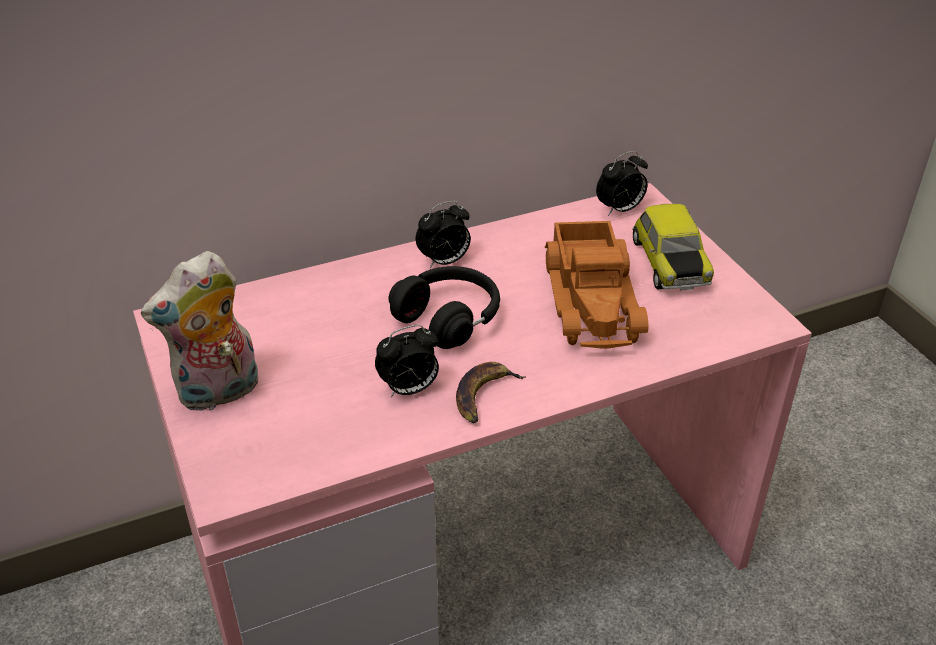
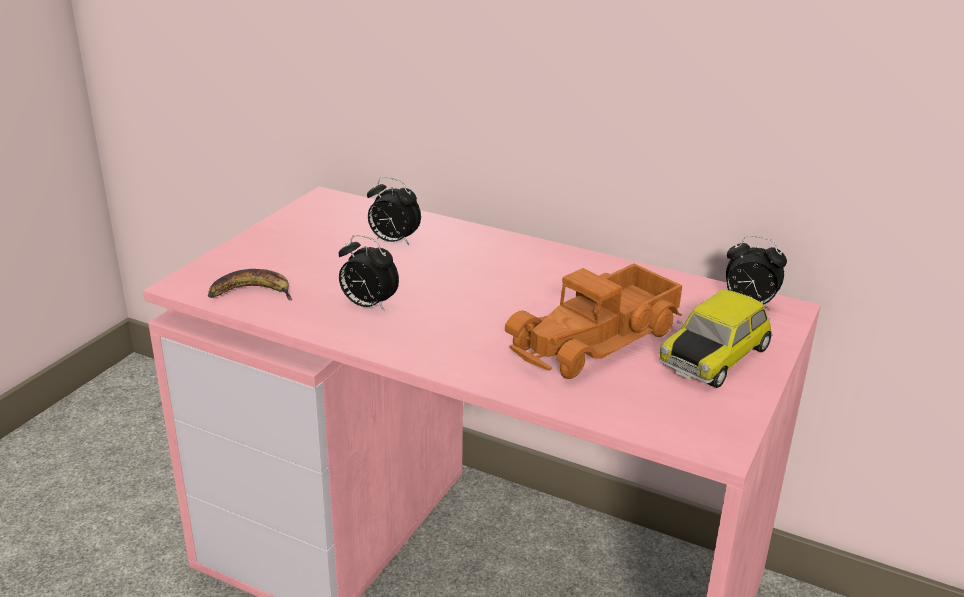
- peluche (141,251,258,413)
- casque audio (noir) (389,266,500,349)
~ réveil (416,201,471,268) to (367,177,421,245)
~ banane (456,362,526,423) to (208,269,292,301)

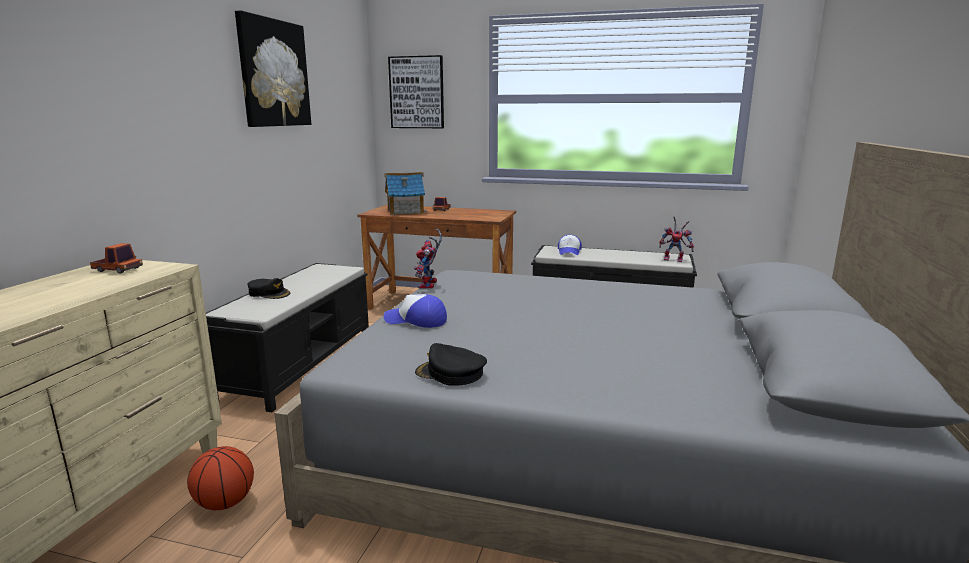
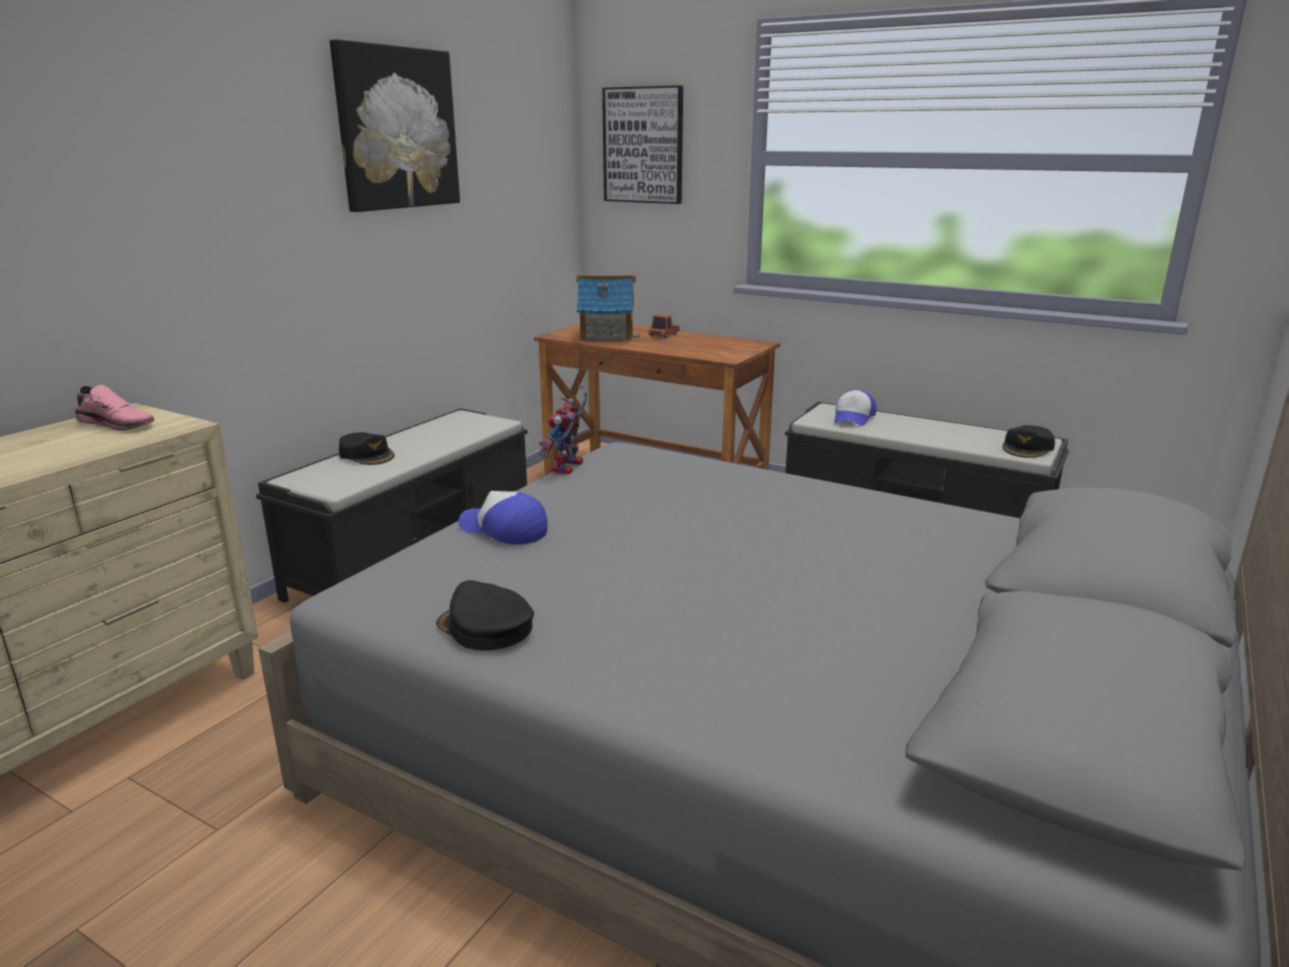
- ballon de basket (187,446,254,510)
~ camion jouet (90,243,143,274) to chaussure (rose) (75,385,154,431)
~ robot jouet (659,217,694,262) to casquette (noir) (1003,425,1055,458)

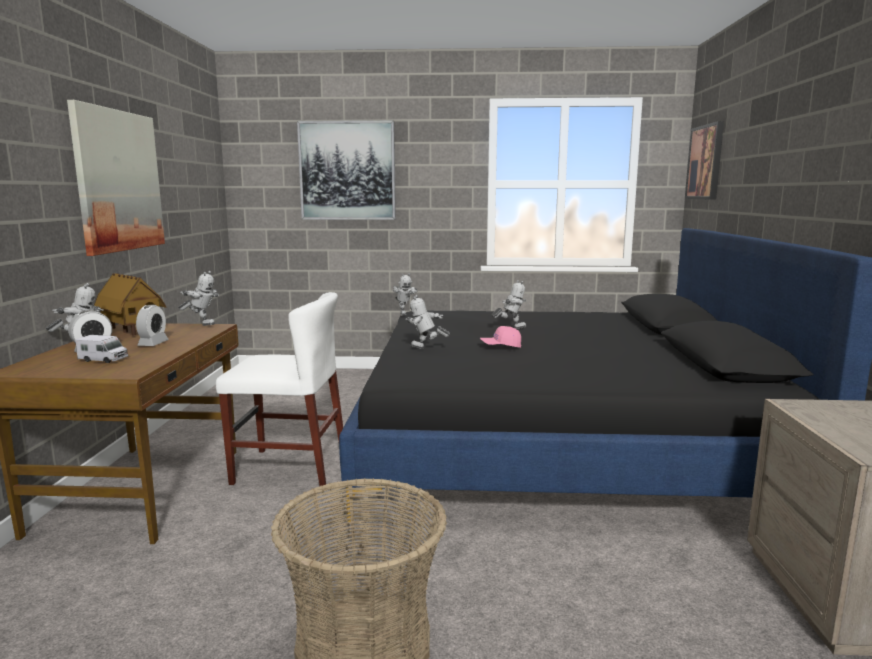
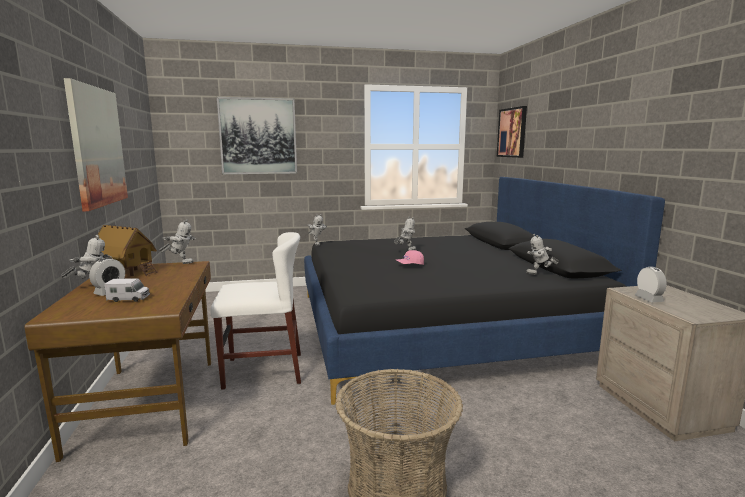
~ réveil (136,305,169,346) to (635,267,667,302)
~ robot jouet (405,295,450,349) to (526,234,559,275)

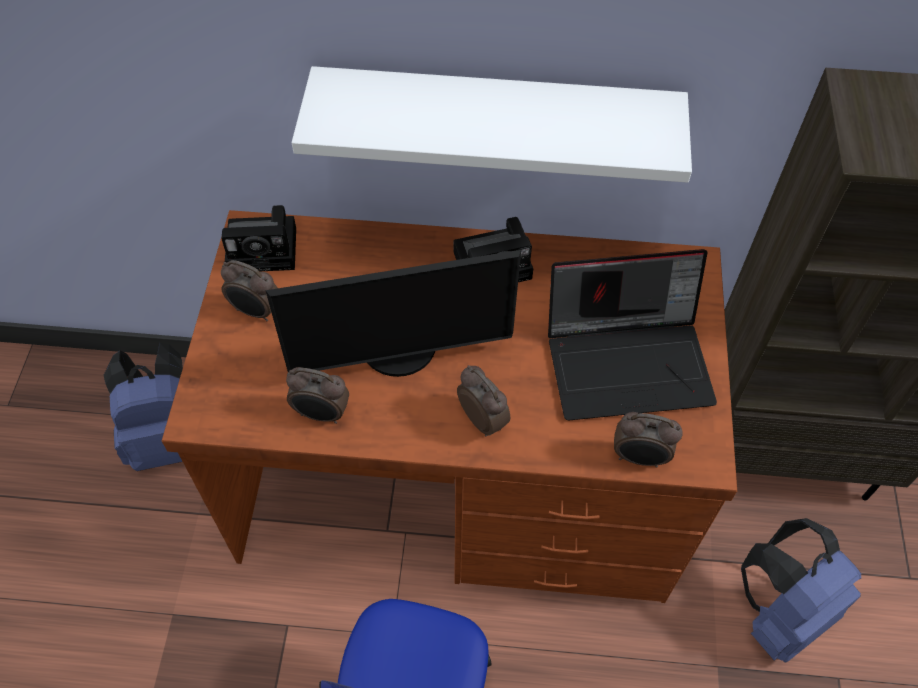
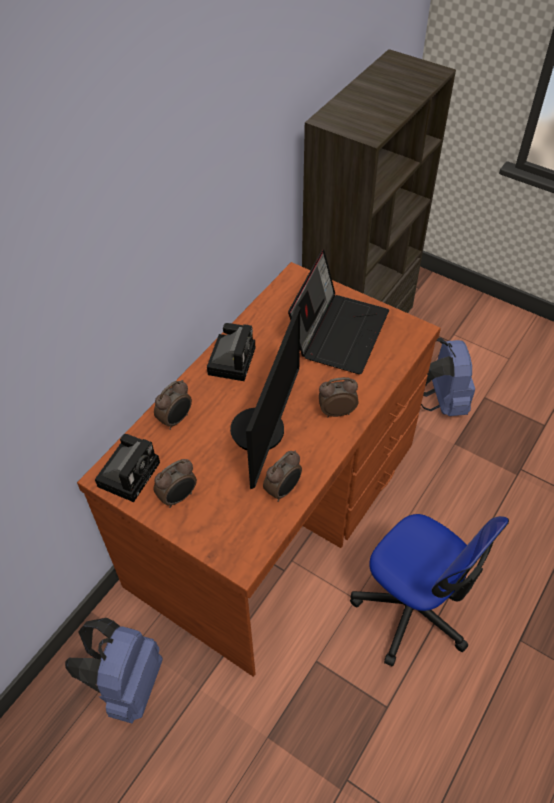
- étagère (blanc) (292,66,692,183)
~ réveil (614,412,683,468) to (154,380,192,430)

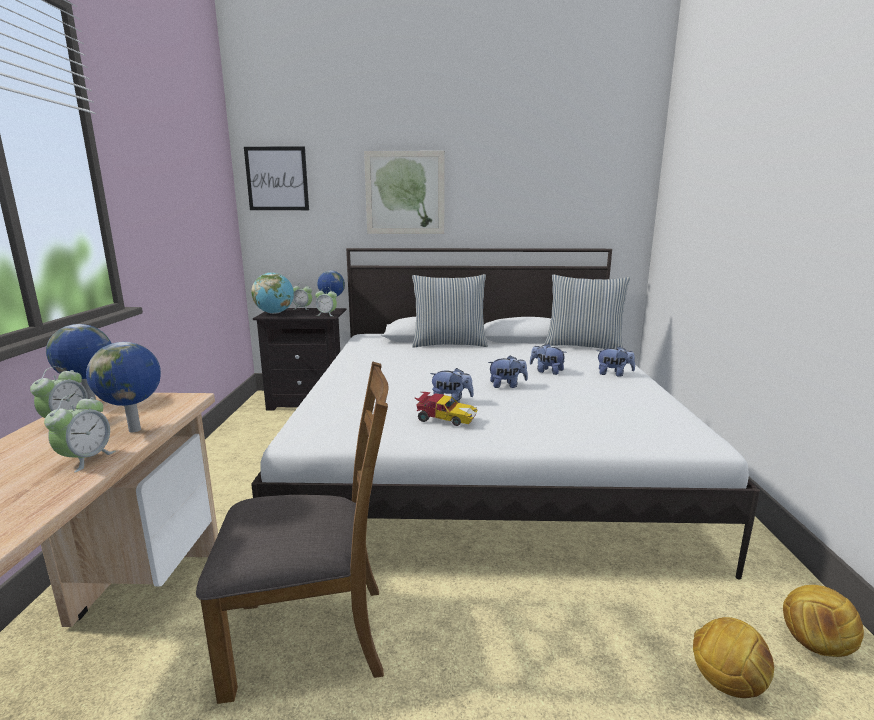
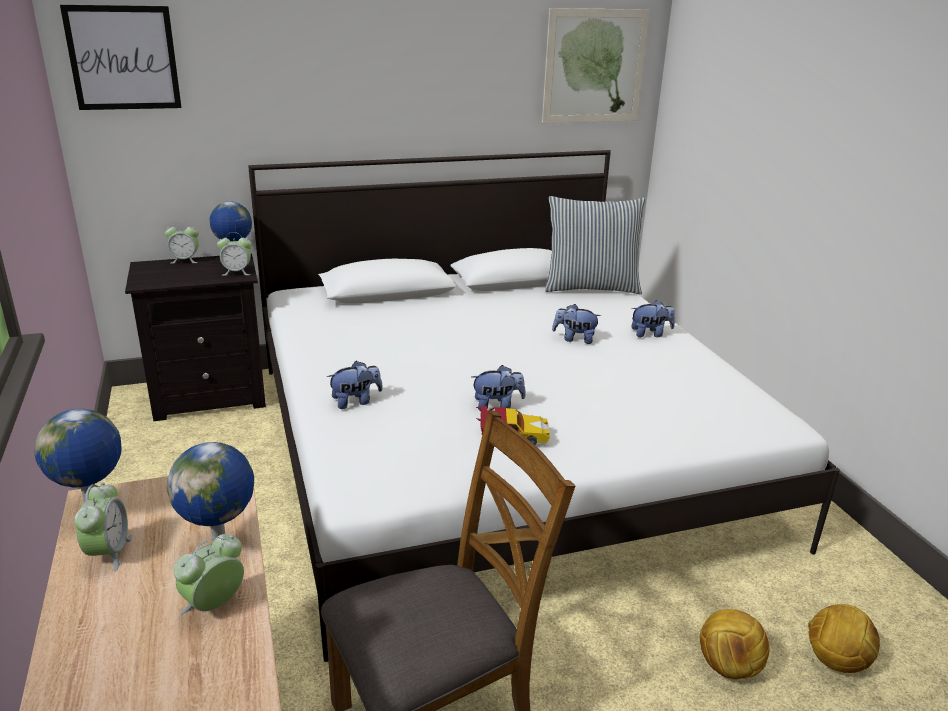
- globe (251,272,294,314)
- coussin (412,274,488,347)
~ tableau (364,151,445,234) to (542,8,650,124)
~ peluche (488,355,528,388) to (327,361,383,409)
~ ballon de foot (783,585,864,657) to (700,609,769,679)
~ réveil (44,394,116,472) = (173,534,244,614) 135 degrees counterclockwise

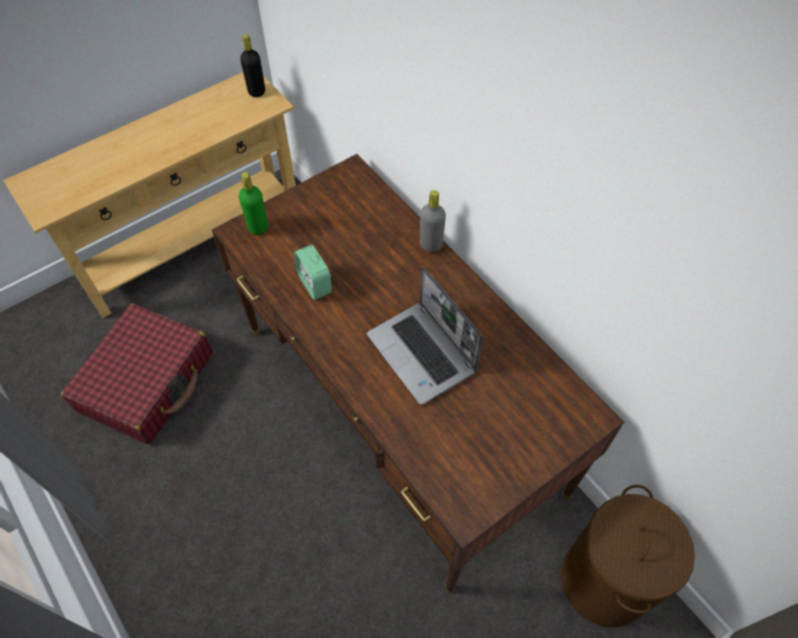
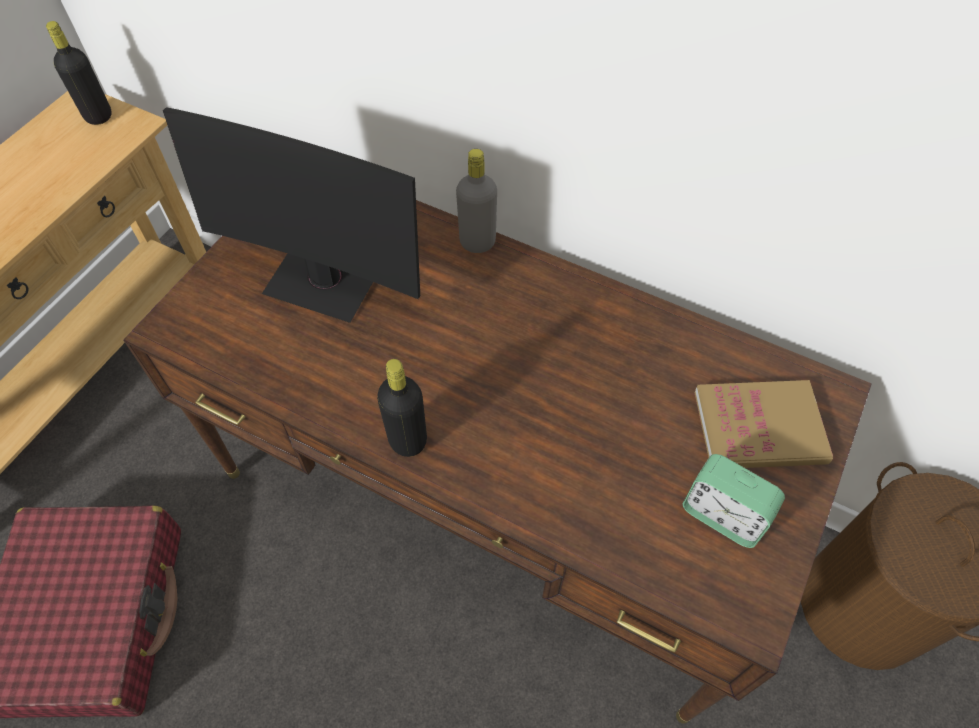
- bouteille (vert) (239,172,268,235)
- ordinateur portable (367,266,483,405)
+ écran d'ordinateur (163,107,420,323)
+ bouteille (noir) (377,359,427,457)
+ livre (694,380,833,468)
~ réveil (294,245,332,300) to (683,454,785,548)

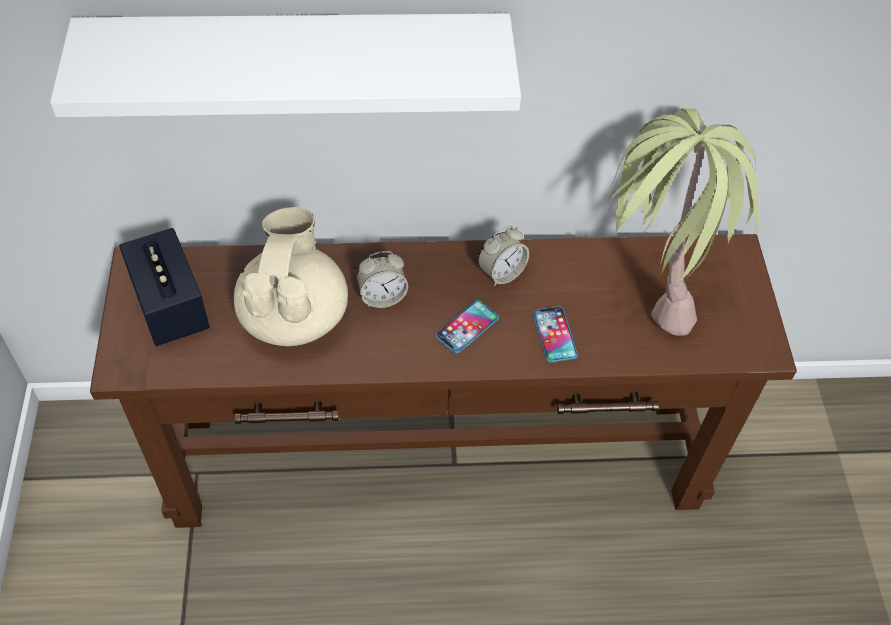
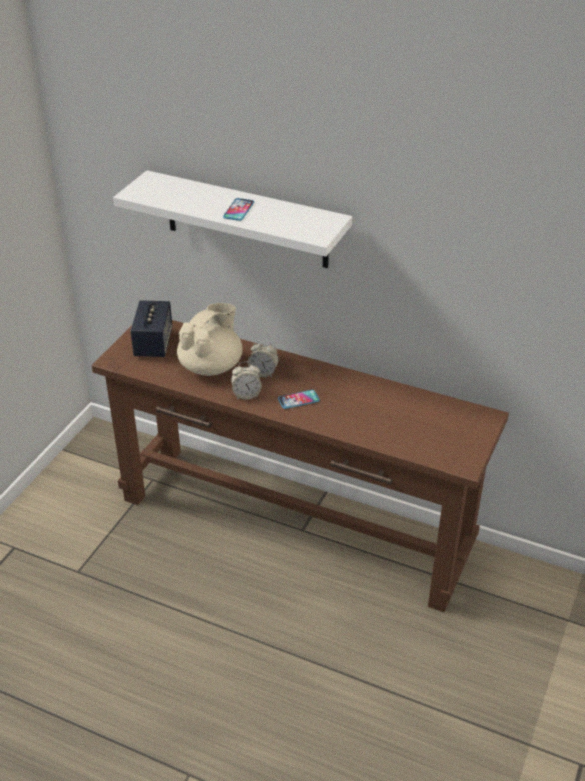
- plante en pot (605,108,759,336)
~ réveil (478,226,529,286) to (231,361,262,400)
~ téléphone (533,306,578,363) to (223,198,254,221)

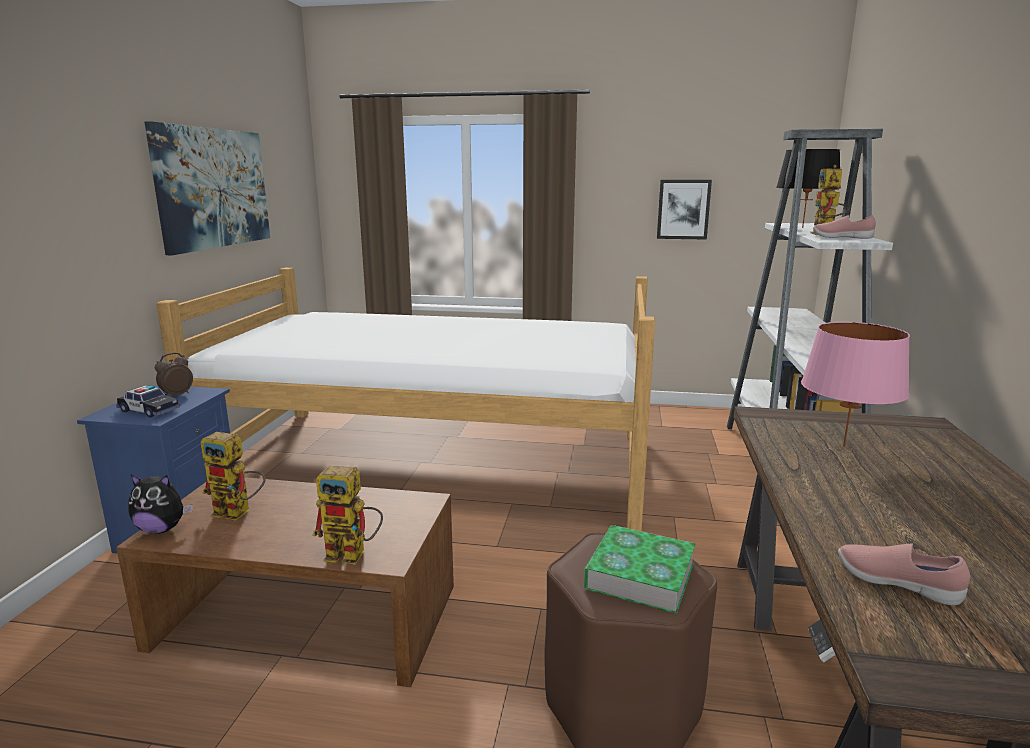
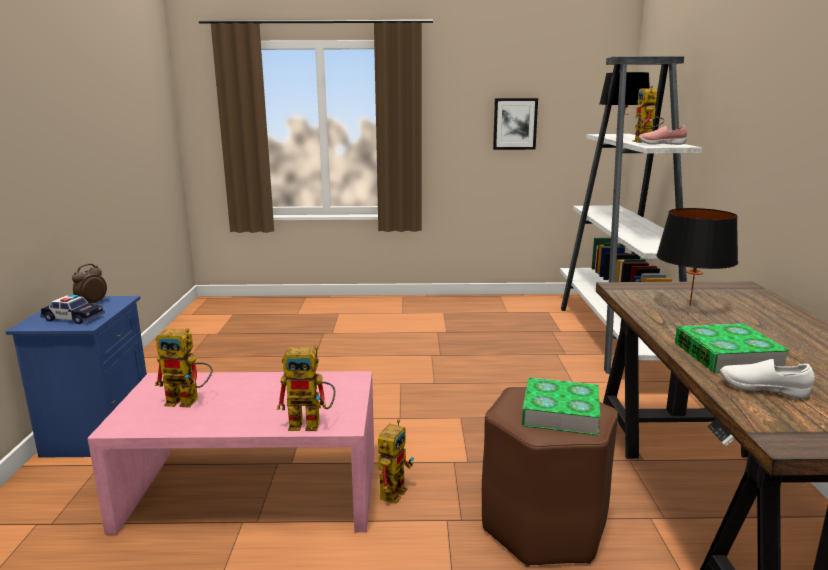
- peluche (128,474,193,534)
- tableau (145,121,270,255)
- lit (156,268,655,531)
+ robot jouet (378,419,414,504)
+ livre (675,324,790,373)
~ table basse (marron) (116,477,454,687) to table basse (rose) (87,371,374,535)
~ lampe de table (rose) (801,322,910,447) to lampe de table (noir) (656,208,738,306)
~ chaussure (rose) (838,544,970,605) to chaussure (blanc) (720,359,815,399)

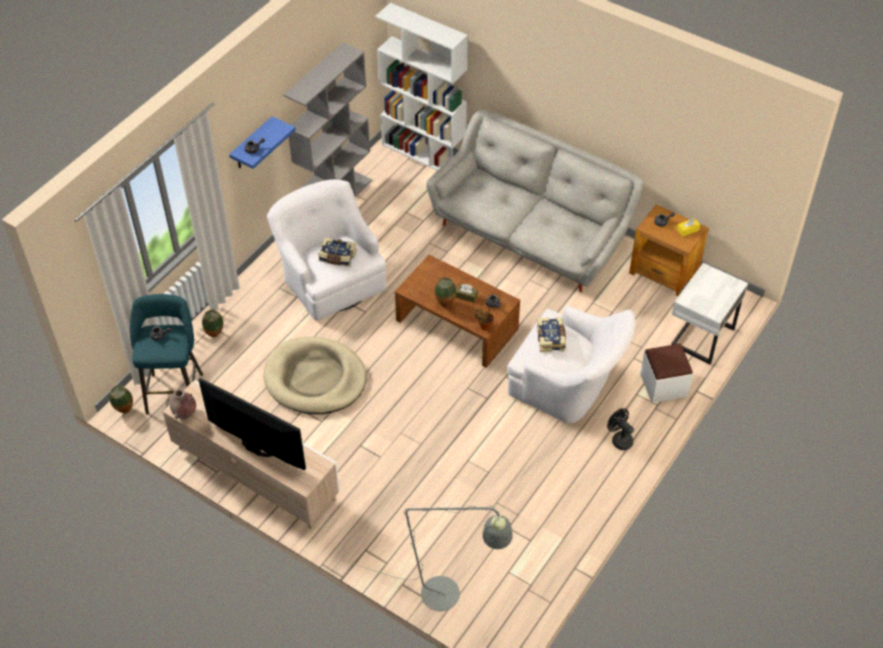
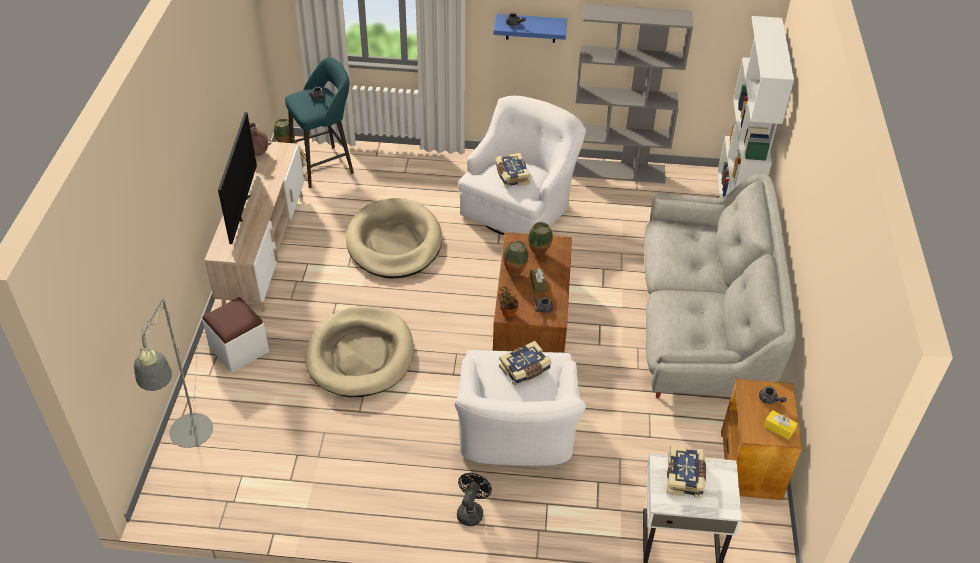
+ panier pour chien (beige) (305,306,414,397)
+ livre (667,445,706,498)
~ vase (202,309,223,337) to (528,222,553,256)
~ pouf (blanc) (640,344,693,403) to (202,297,269,372)

